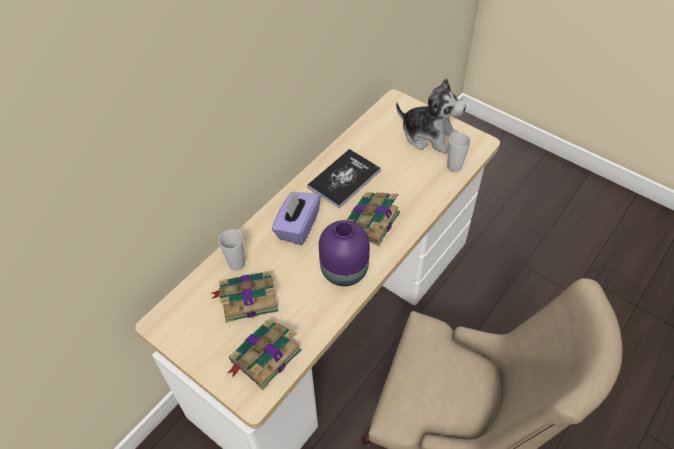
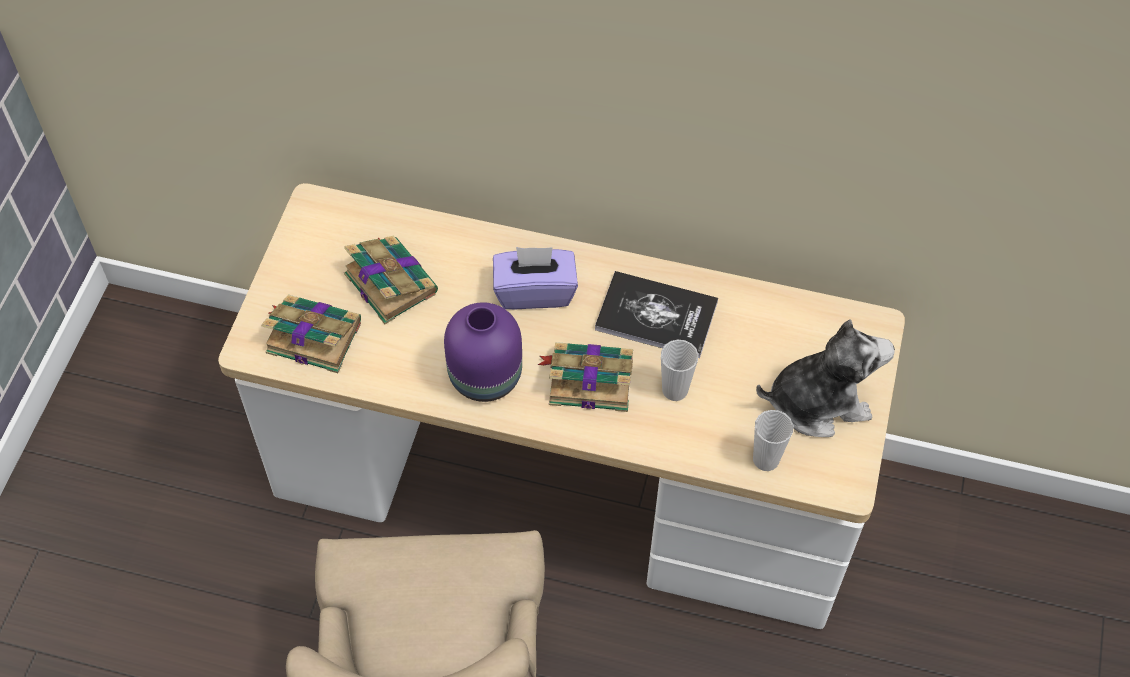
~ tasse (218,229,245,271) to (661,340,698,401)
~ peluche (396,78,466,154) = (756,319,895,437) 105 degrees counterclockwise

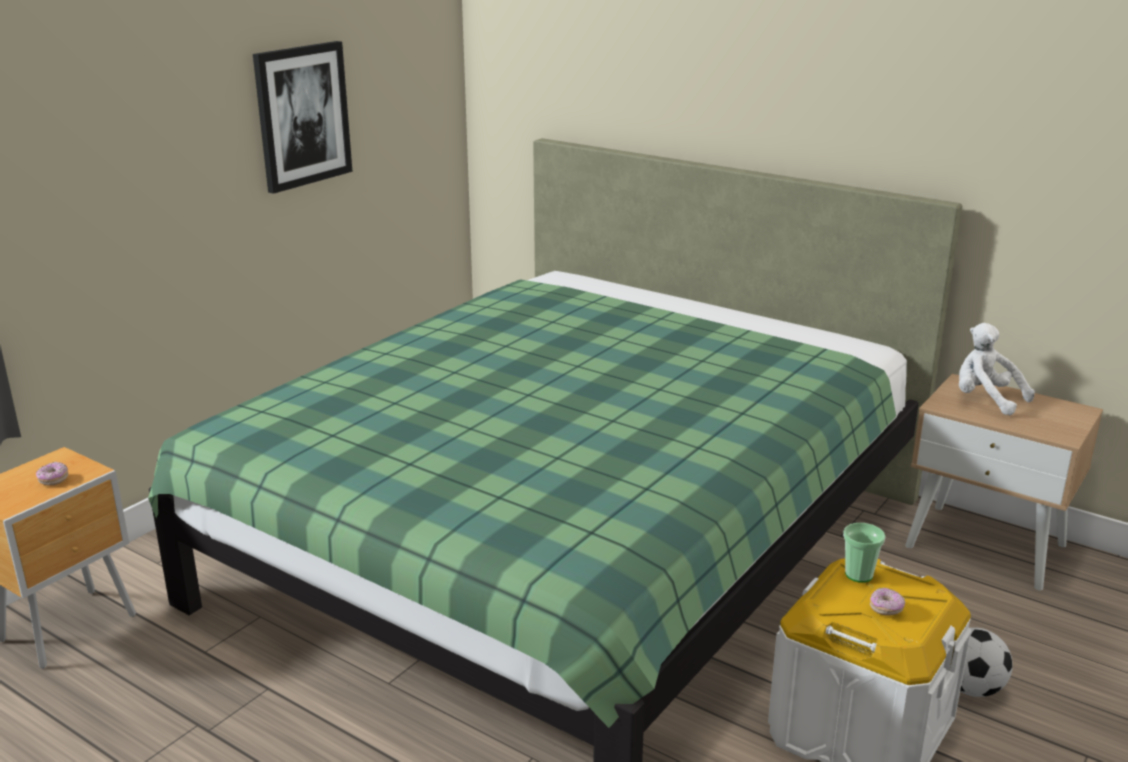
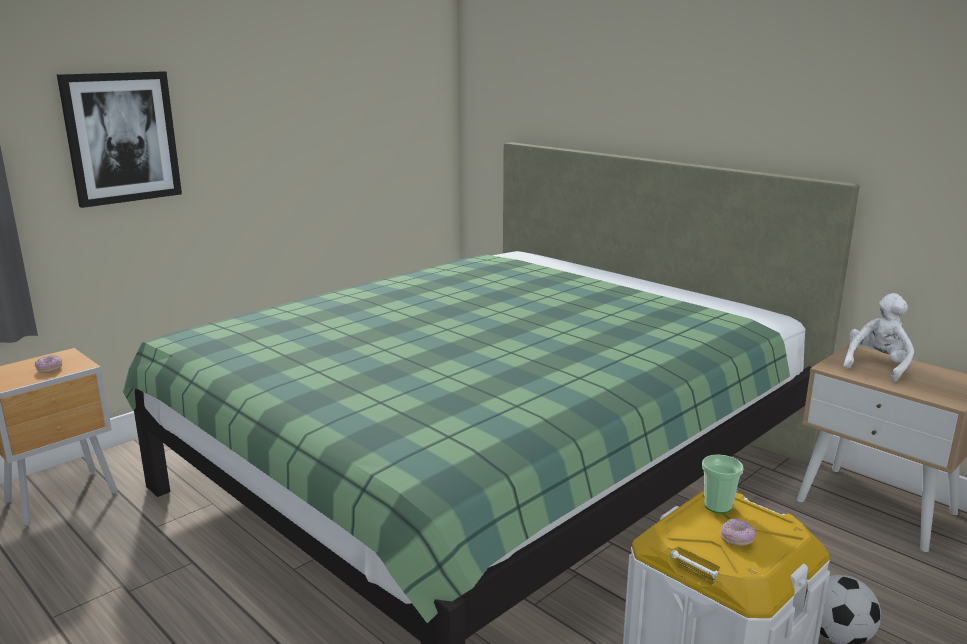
~ tableau (253,41,352,194) to (57,71,182,208)
~ peluche (blanc) (959,323,1035,415) = (843,293,914,382) 75 degrees clockwise

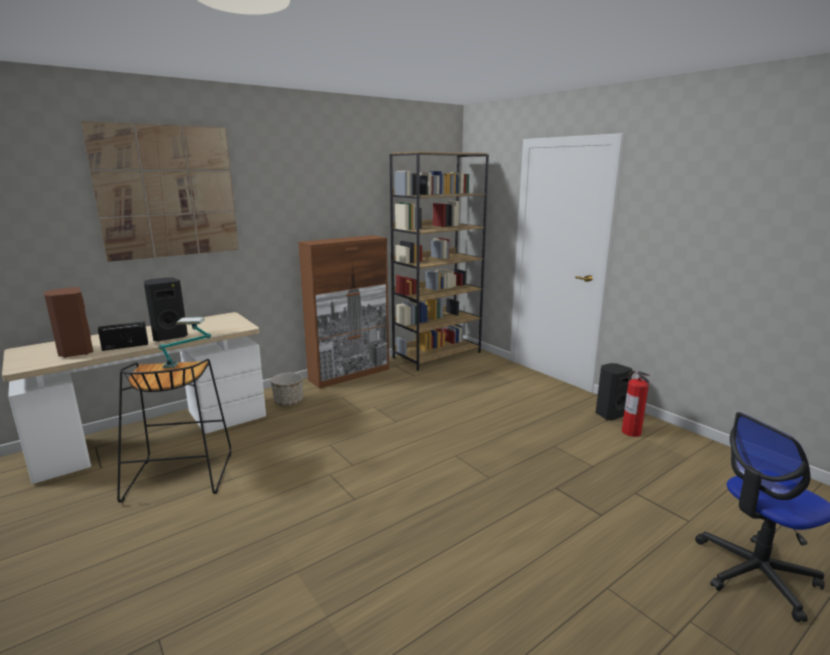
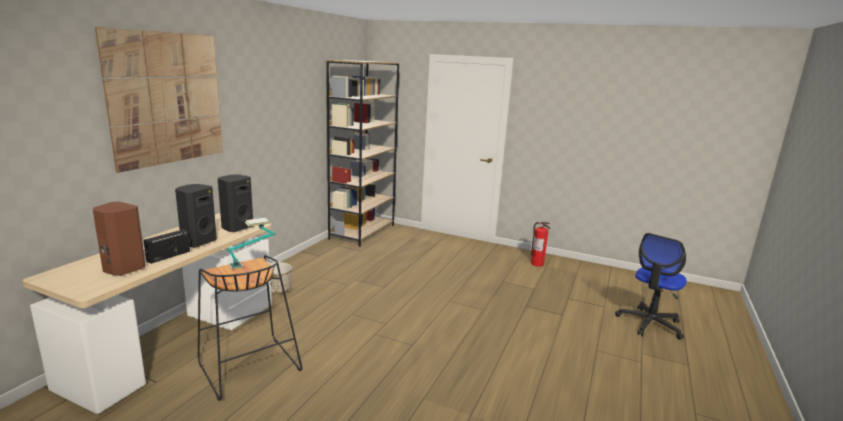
- meuble de rangement (marron) (298,235,389,389)
~ enceinte (noir) (596,363,632,421) to (218,174,253,232)

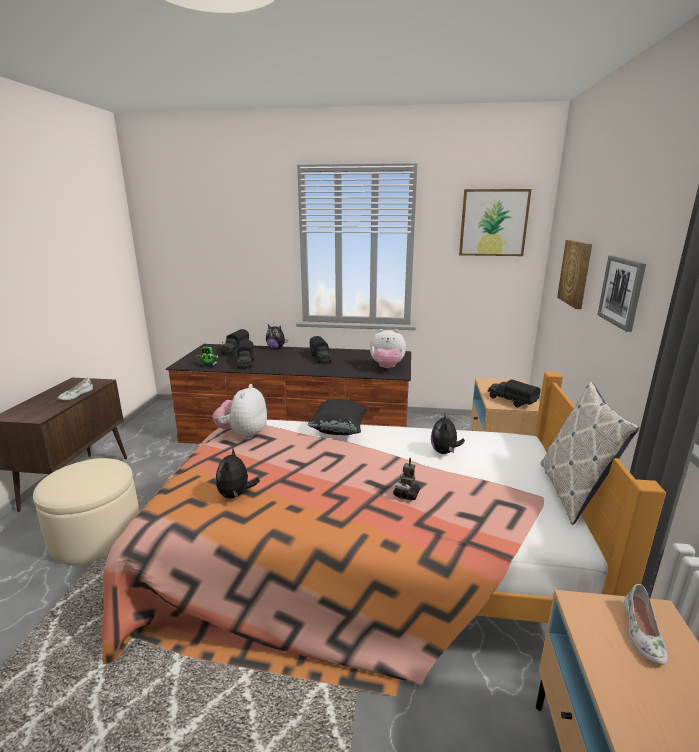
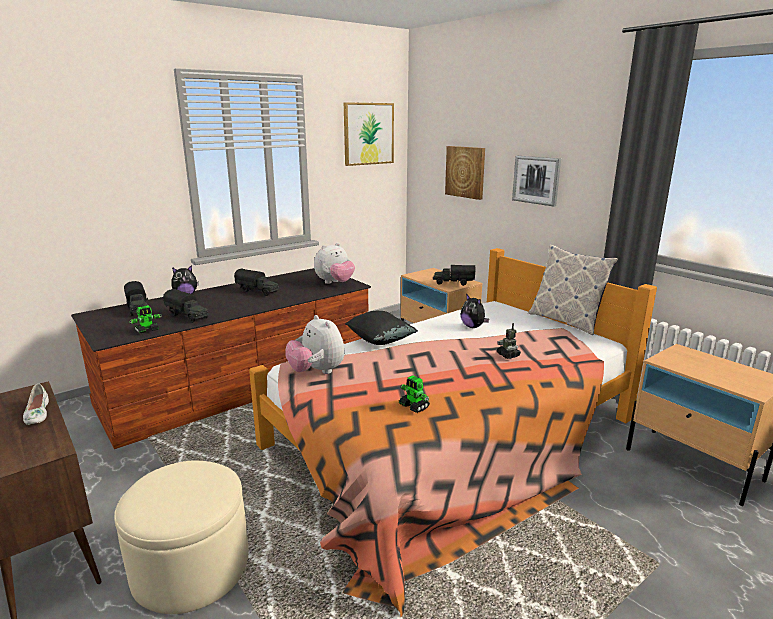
- chaussure (blanc) (624,584,668,665)
~ peluche (216,447,260,499) to robot jouet (399,375,430,413)

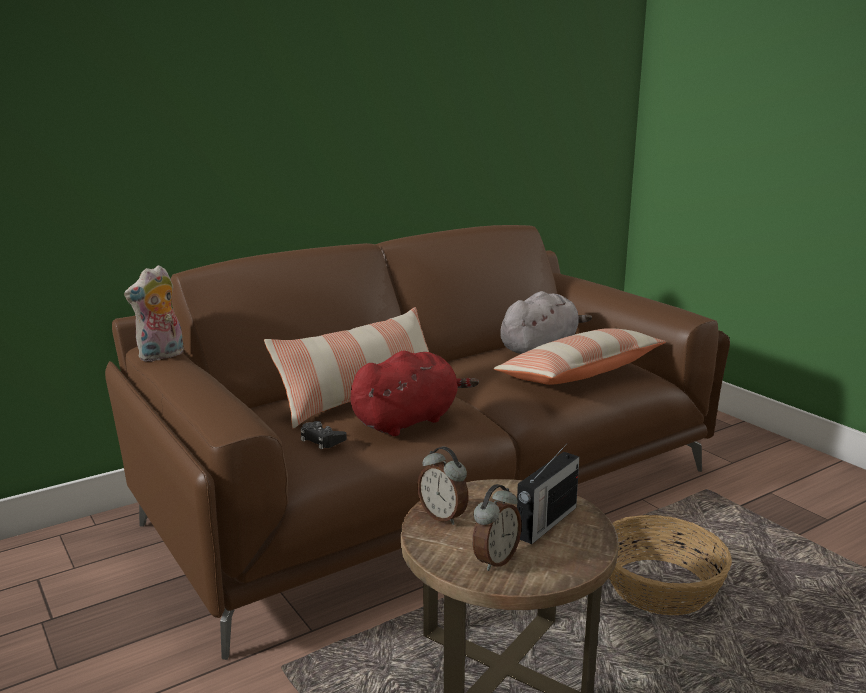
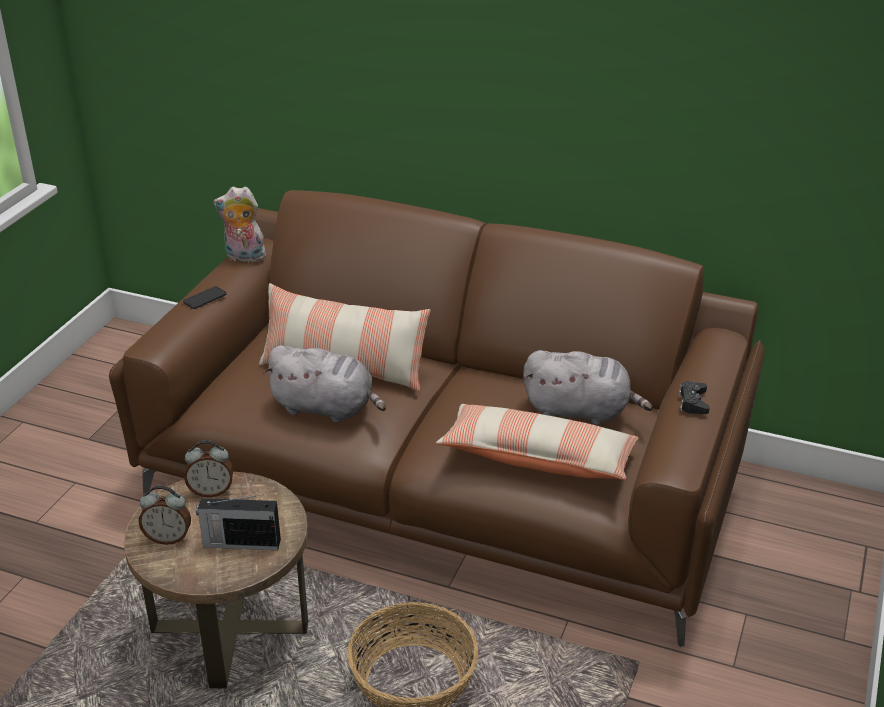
+ téléphone (183,286,227,309)
~ manette (noir) (301,421,347,449) to (679,381,710,414)
~ peluche (rouge) (350,351,479,436) to peluche (gris) (263,345,386,423)
~ réveil (417,447,469,525) = (184,440,233,498) 105 degrees counterclockwise

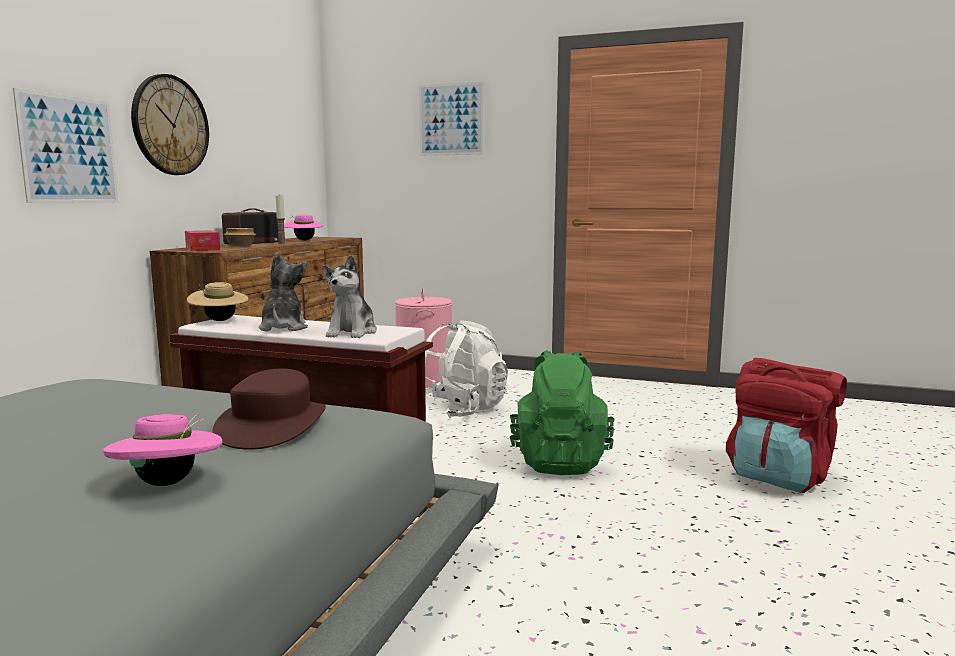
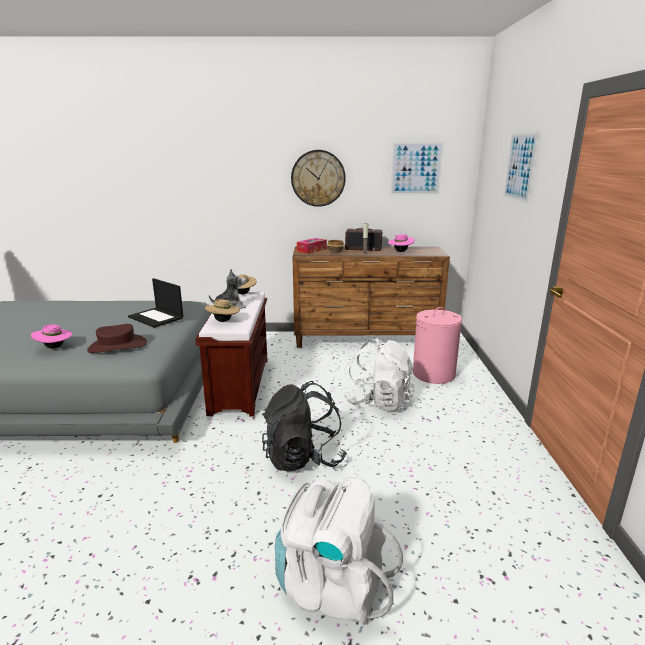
+ ordinateur portable (128,278,183,328)
~ tableau (13,88,118,203) to (390,142,444,195)
~ peluche (322,255,377,338) to chapeau (beige) (205,299,240,322)
~ sac à dos (vert) (510,350,614,475) to sac à dos (noir) (262,381,347,472)
~ sac à dos (rouge) (726,358,847,493) to sac à dos (blanc) (275,477,403,625)

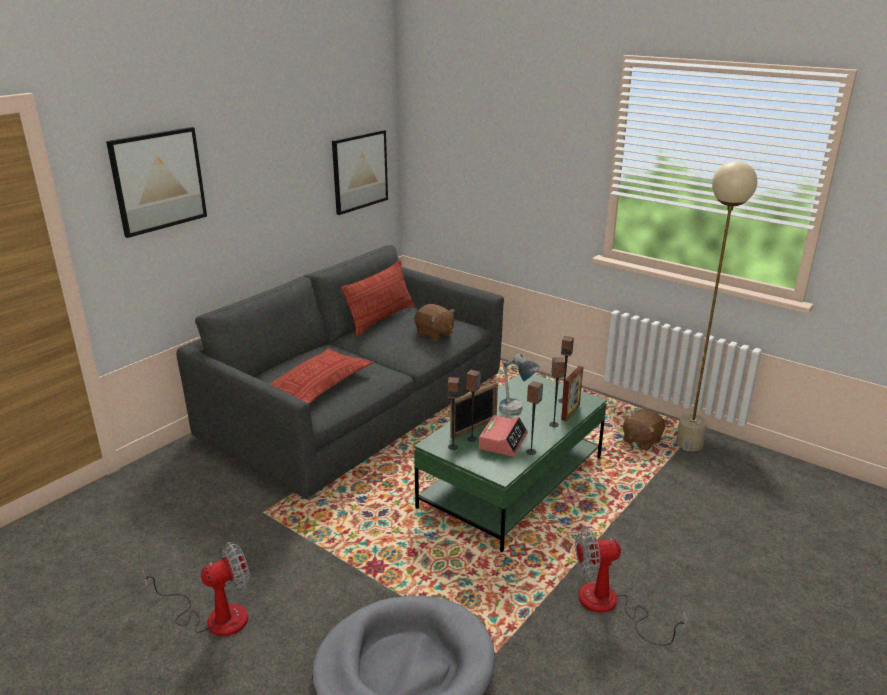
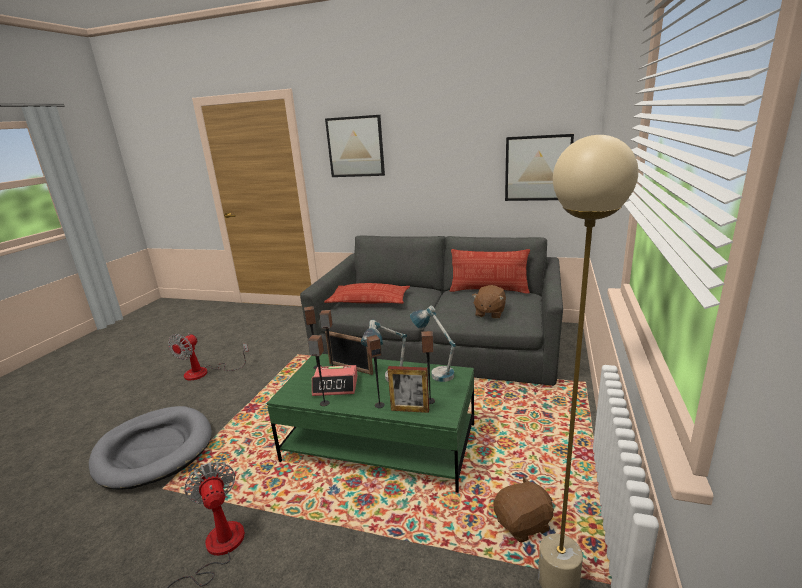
+ lampe de table (410,306,456,382)
~ ventilateur (142,542,250,636) = (168,333,249,380) 75 degrees clockwise
~ peluche (marron) (622,409,665,451) = (493,476,554,542) 135 degrees clockwise

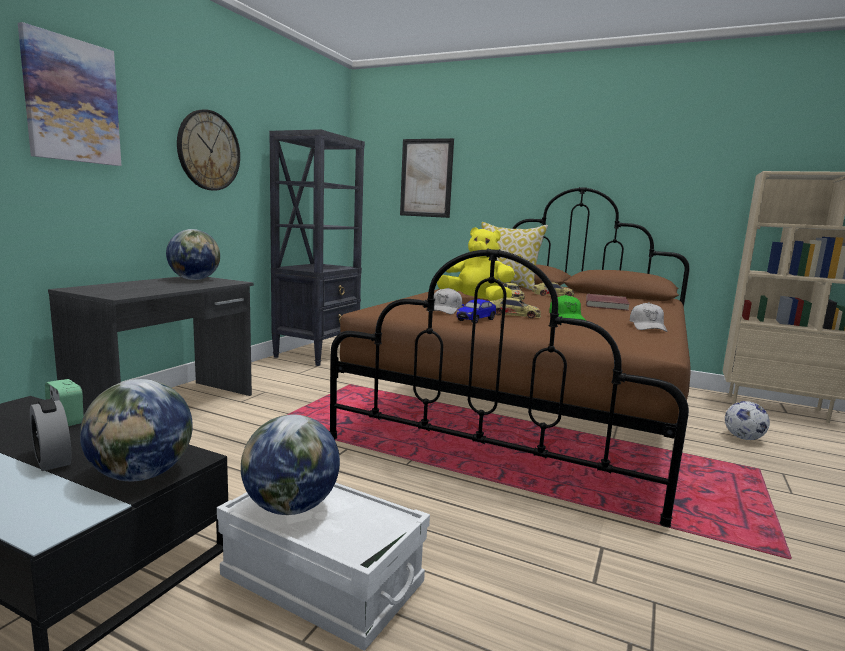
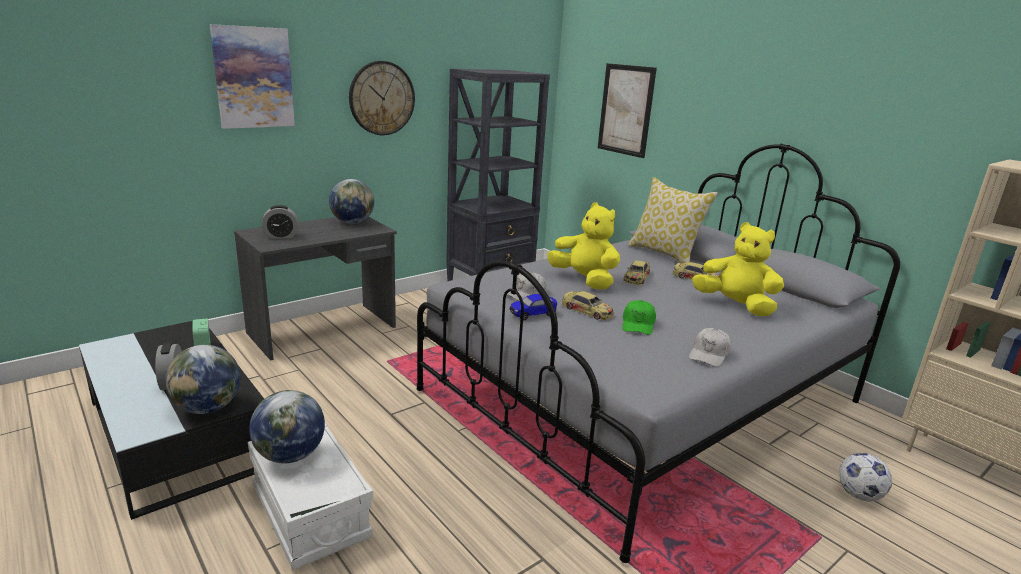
+ réveil (262,205,299,239)
~ livre (rouge) (586,294,630,311) to peluche (jaune) (692,222,784,316)
~ lit (marron) (329,187,690,527) to lit (gris) (417,144,900,563)

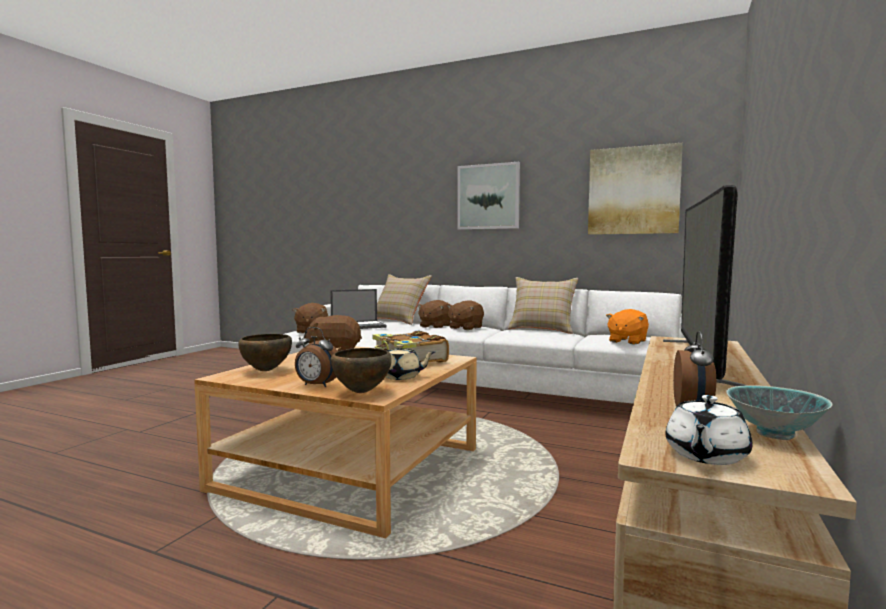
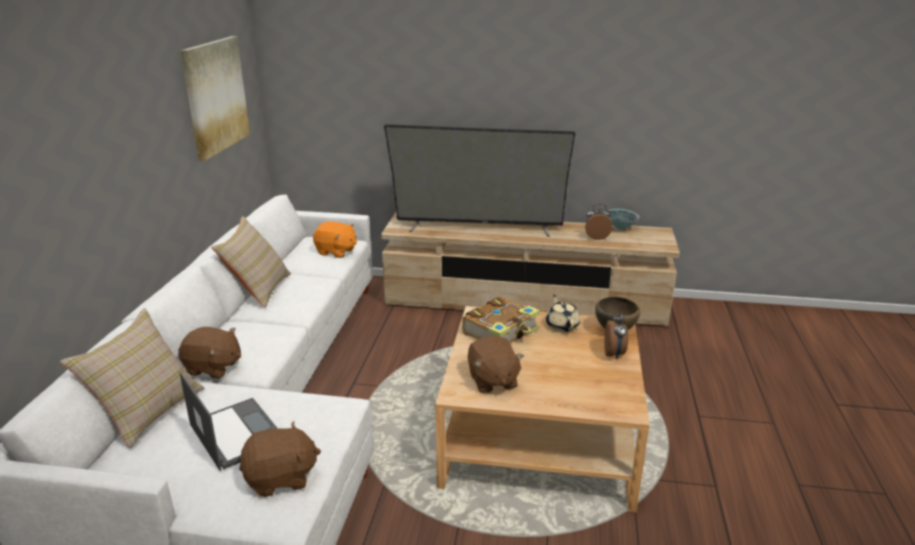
- bol (marron) (238,334,292,371)
- peluche (marron) (447,300,484,330)
- tableau (457,162,520,230)
- théière (blanc) (665,395,753,465)

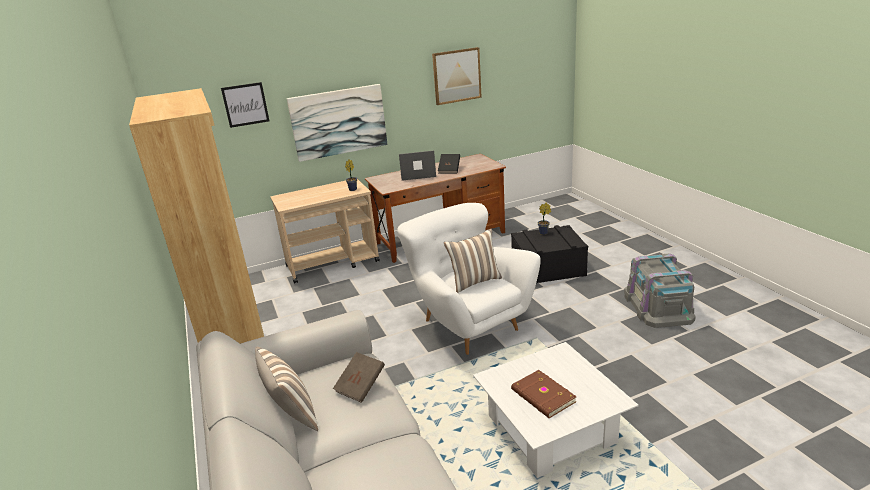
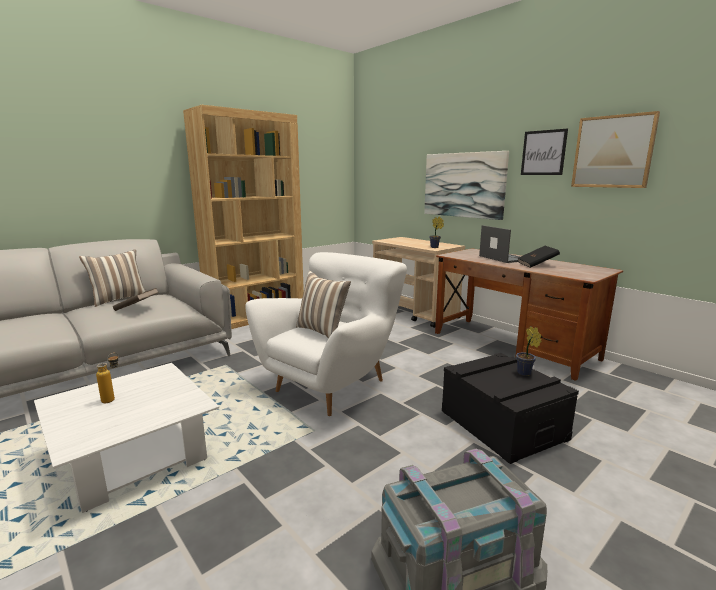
~ tableau (221,82,269,128) to (521,129,568,175)
~ livre (marron) (511,370,577,418) to bouteille (96,353,119,403)

